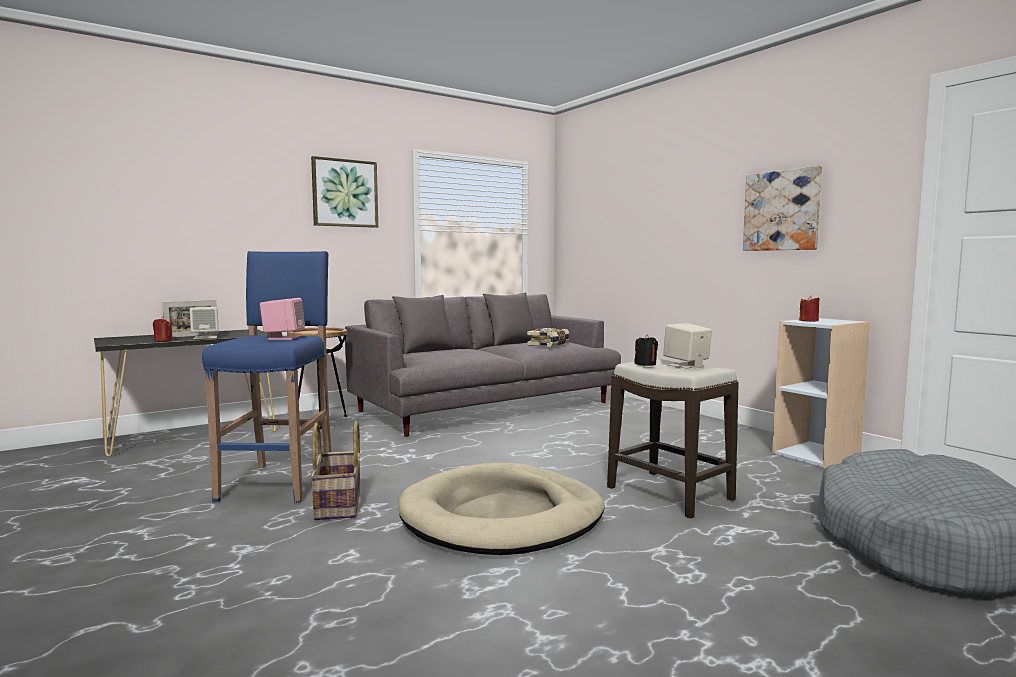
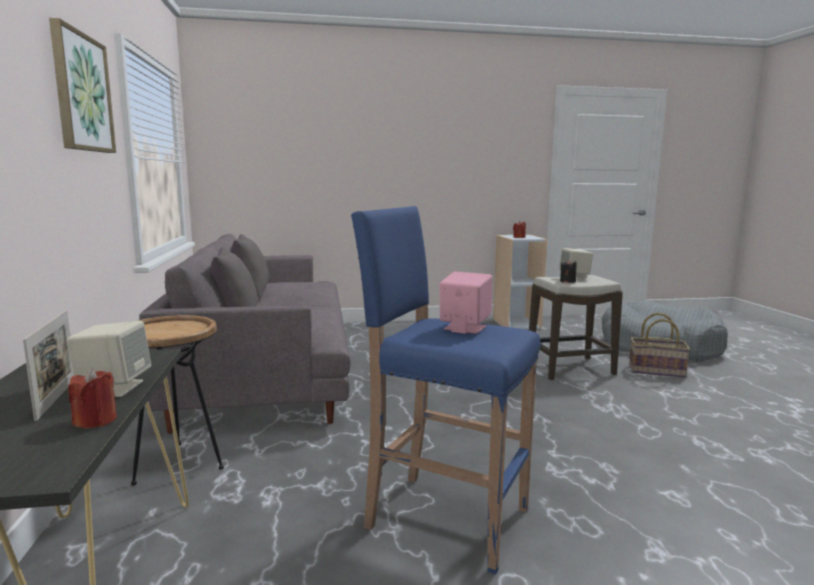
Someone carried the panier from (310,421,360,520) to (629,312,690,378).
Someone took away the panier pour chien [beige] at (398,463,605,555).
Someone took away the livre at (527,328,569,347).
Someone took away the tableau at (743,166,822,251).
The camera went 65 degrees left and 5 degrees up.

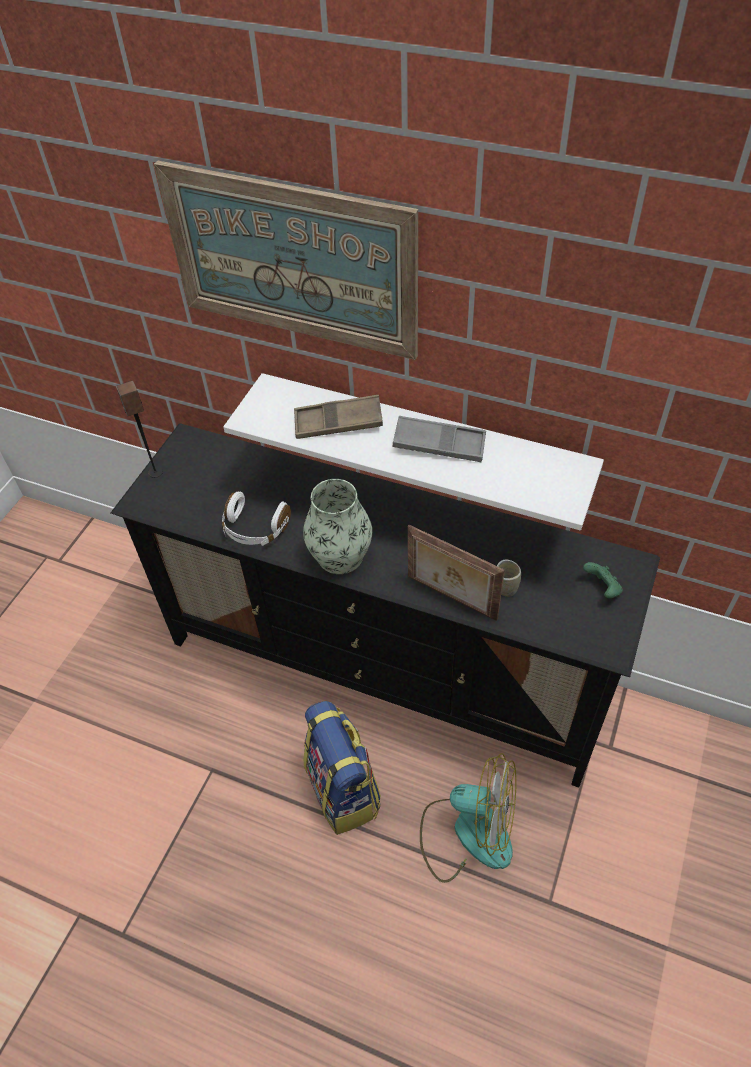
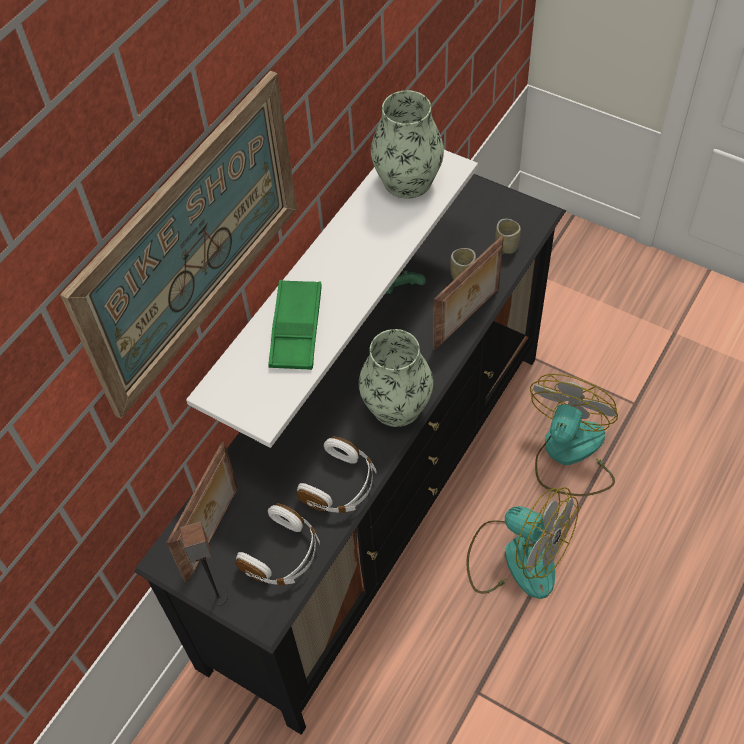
Someone put down the cadre photo at (167,441,238,582).
Someone put down the casque audio [blanc] at (235,503,320,585).
Someone repainted the plateau [marron] at (294,395,383,439), which became the plateau [vert] at (268,280,322,370).
Someone put down the vase at (371,90,444,199).
Someone carried the manette [vert] from (583,562,623,598) to (386,271,426,294).
Someone swapped the sac à dos at (303,701,381,835) for the ventilateur at (466,487,579,599).
Someone put down the tasse at (495,219,521,254).
Someone took away the plateau [gris] at (393,416,486,462).
The camera went 80 degrees left and 5 degrees up.

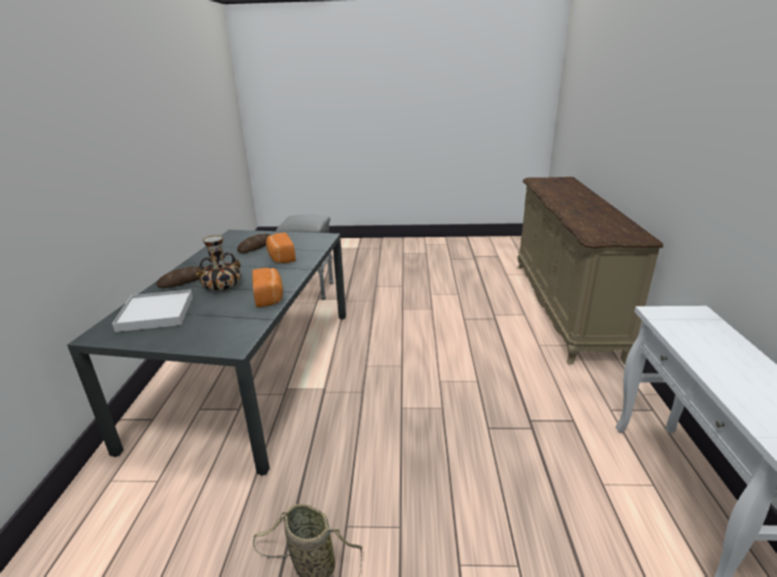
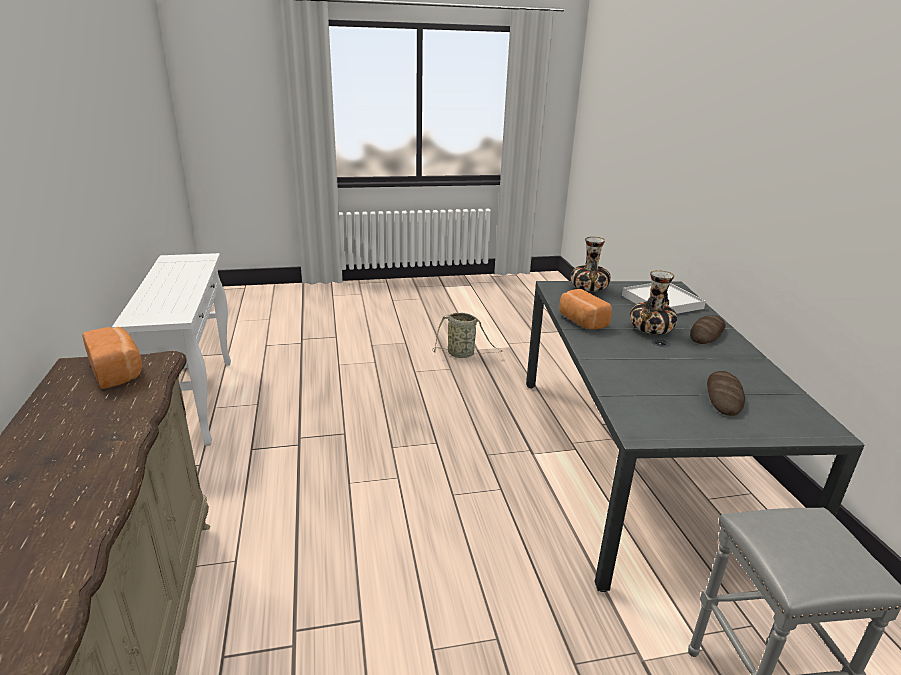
Someone carried the pain from (266,233,296,263) to (82,327,142,389).
Someone put down the vase at (571,237,611,292).
The camera went 165 degrees right and 0 degrees up.

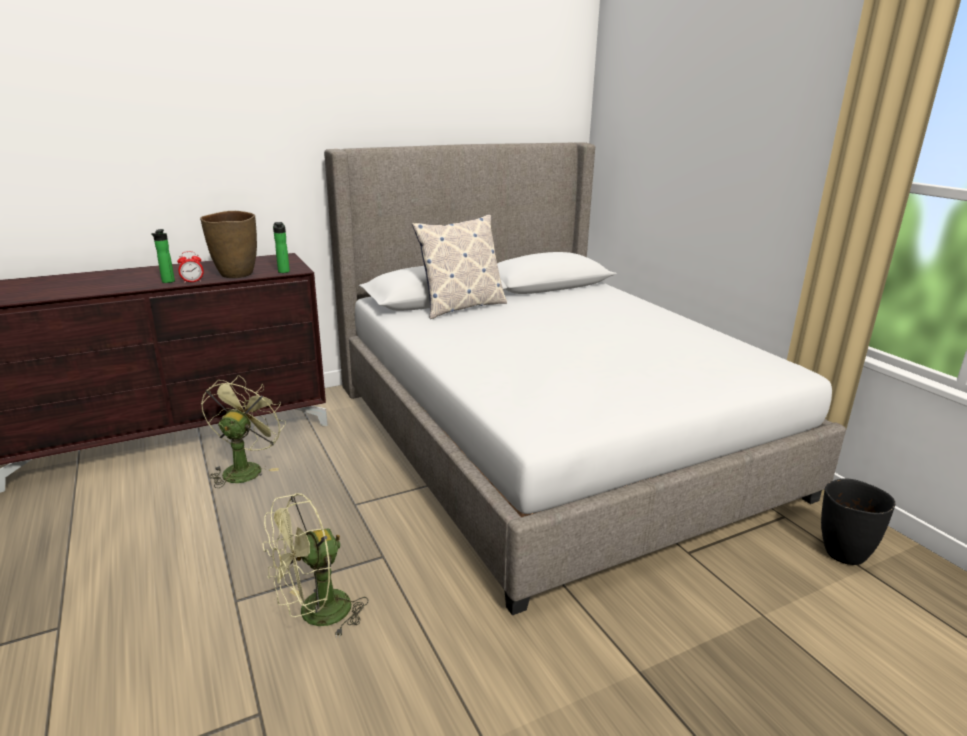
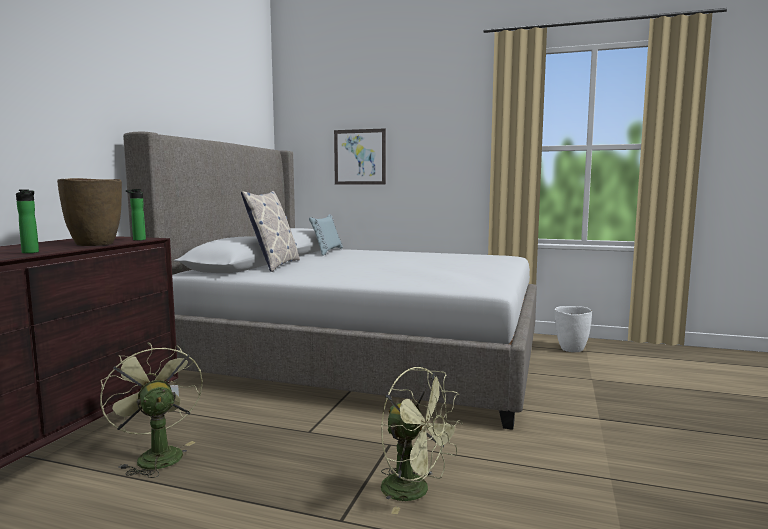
Someone put down the coussin [bleu] at (309,214,343,256).
Someone put up the tableau at (334,128,386,184).
Someone rotated the ventilateur [vert] at (262,493,369,638) by 60 degrees counterclockwise.
Someone repainted the vase [noir] at (821,478,896,565), which became the vase [blanc] at (555,306,592,352).
Someone took away the réveil at (177,251,204,283).
The camera went 45 degrees left and 15 degrees down.

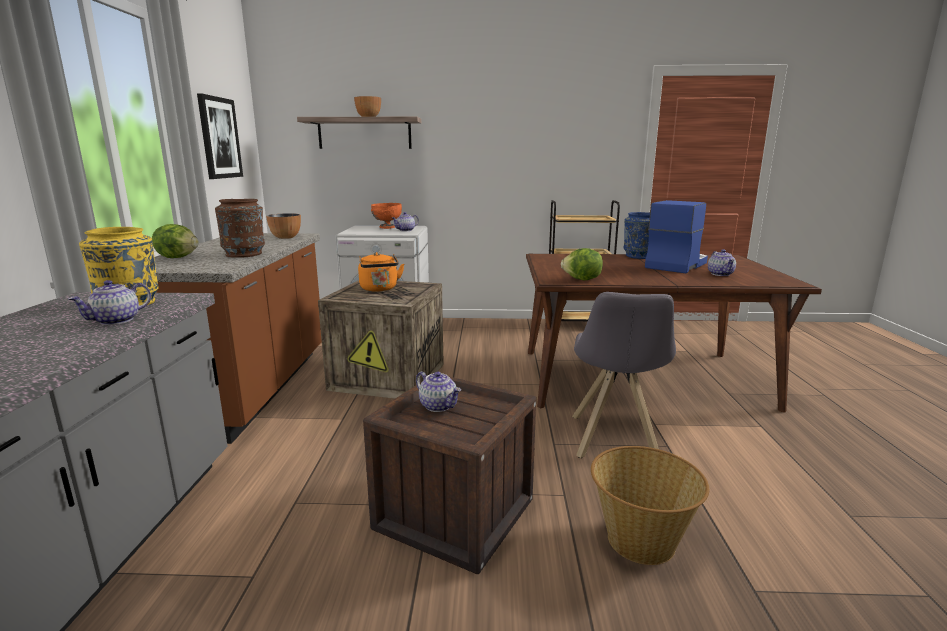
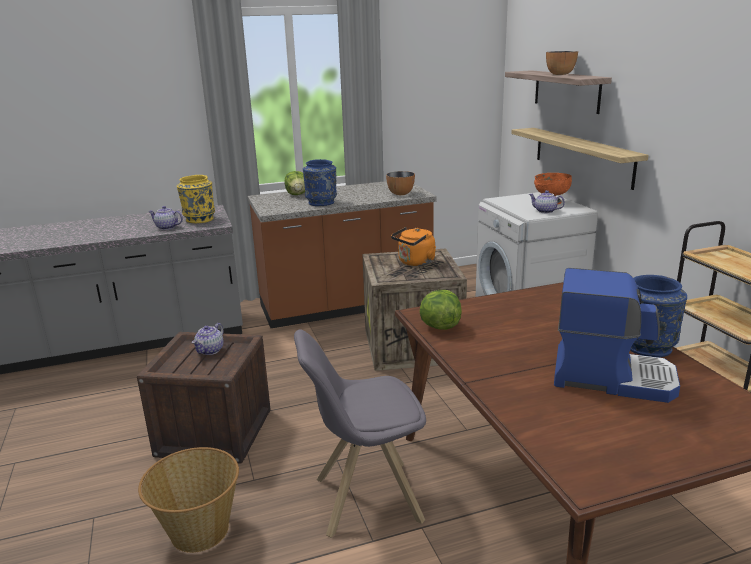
Someone repainted the vase [marron] at (215,199,265,258), which became the vase [bleu] at (303,159,337,206).
Someone put up the étagère at (511,128,649,190).
Someone took away the tableau at (197,93,243,179).
Someone took away the théière at (708,249,736,276).
The camera went 70 degrees right and 5 degrees up.

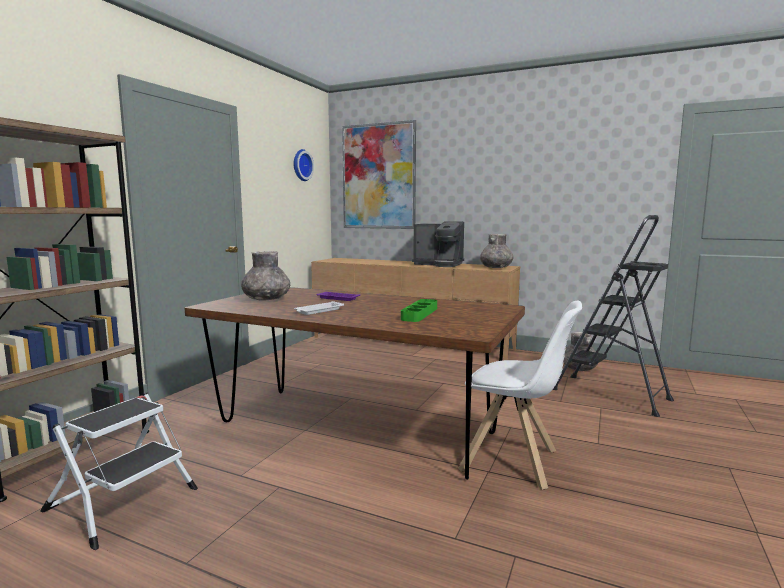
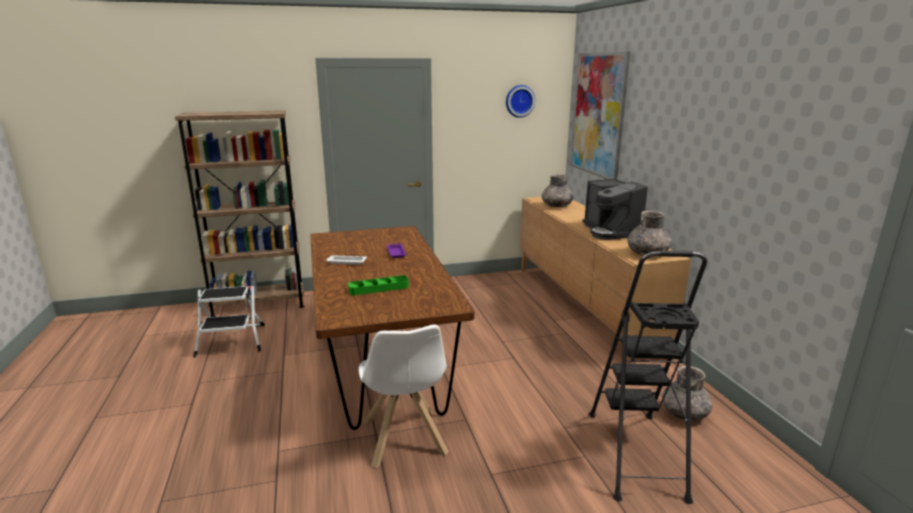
Someone carried the vase [gris] from (241,251,290,301) to (542,174,573,207).
The camera went 50 degrees right and 10 degrees up.

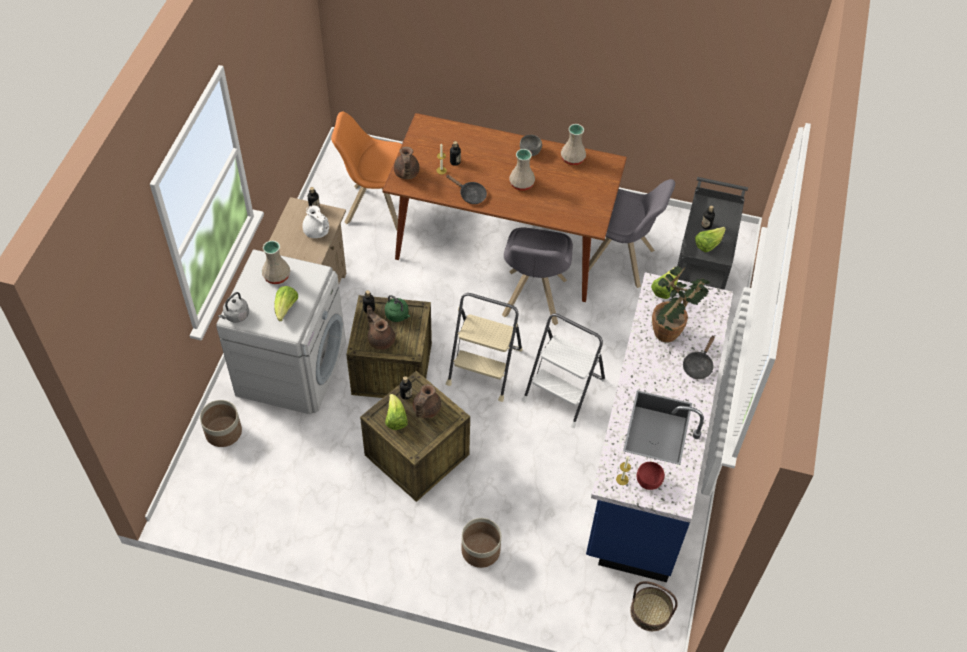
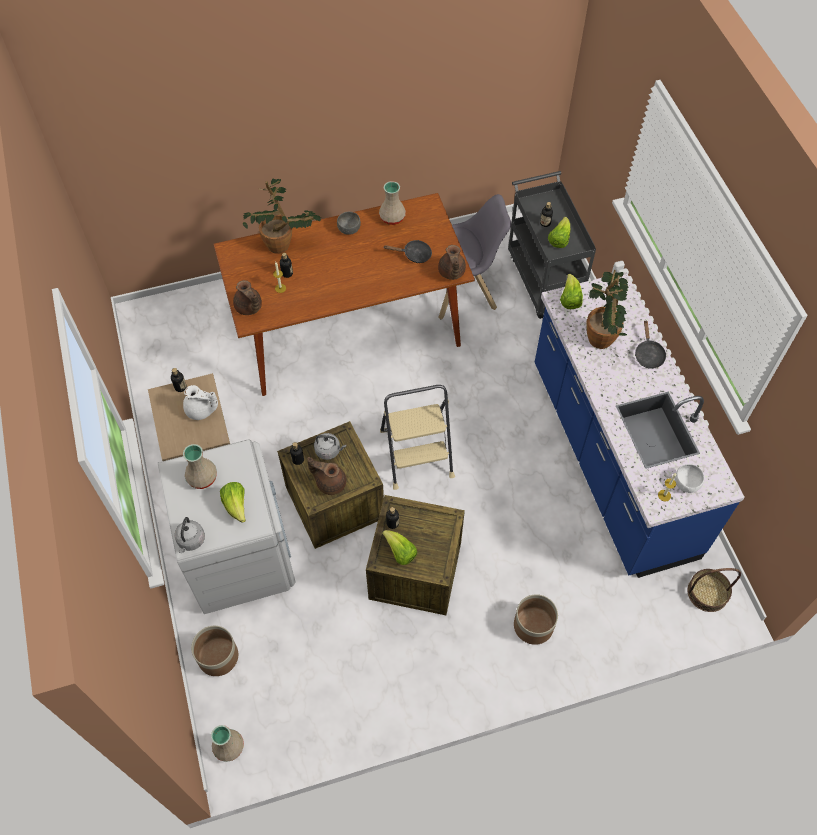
Someone carried the vase [beige] from (509,149,535,191) to (211,725,244,762).
Someone put down the plante en pot at (243,178,321,254).
Someone repainted the bouilloire [vert] at (385,295,410,322), which became the bouilloire [gris] at (314,433,346,460).
Someone carried the poêle [noir] from (446,175,487,204) to (384,240,432,263).
Someone carried the théière [marron] from (413,384,441,418) to (438,245,466,280).
Someone repainted the bol [rouge] at (637,462,665,490), which became the bol [blanc] at (675,464,704,493).
Someone took away the chaise [orange] at (331,111,402,230).
Someone took away the chaise [gris] at (502,228,573,325).
Someone took away the escabeau [blanc] at (521,313,606,428).
The camera went 30 degrees left and 5 degrees up.

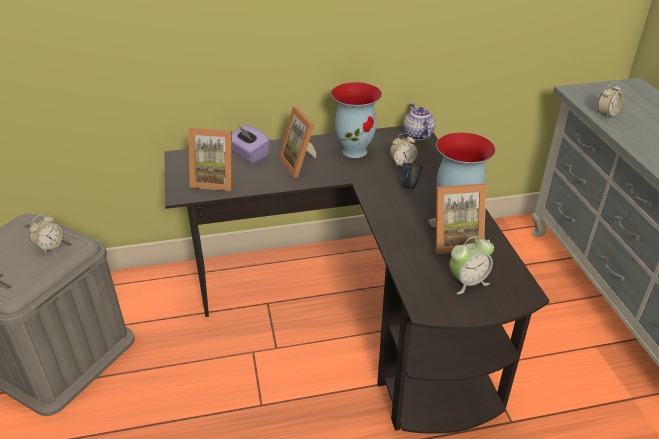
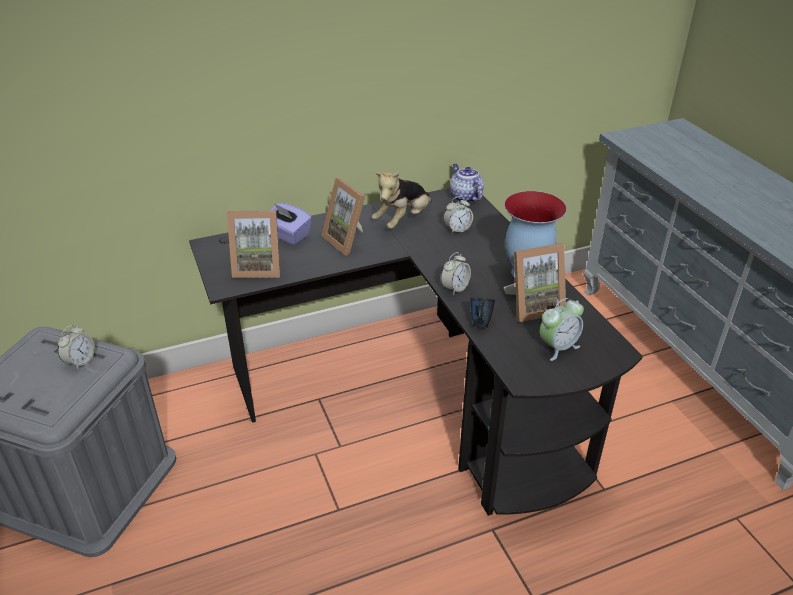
Someone swapped the vase at (331,82,382,158) for the peluche at (372,171,432,229).
Someone carried the réveil from (598,82,623,118) to (441,252,471,295).
Someone carried the mug [bleu] from (402,163,423,189) to (470,297,495,328).
The camera went 10 degrees left and 0 degrees up.

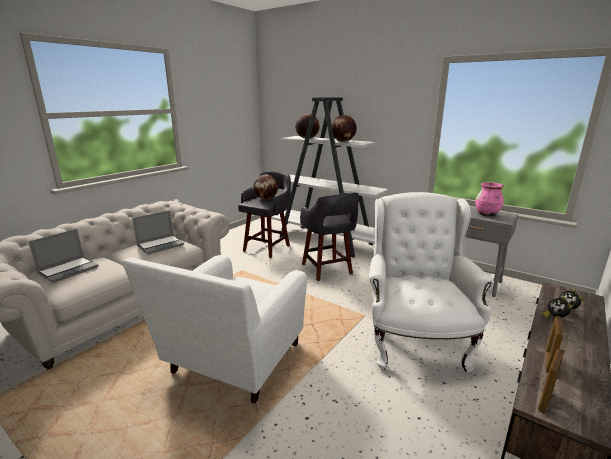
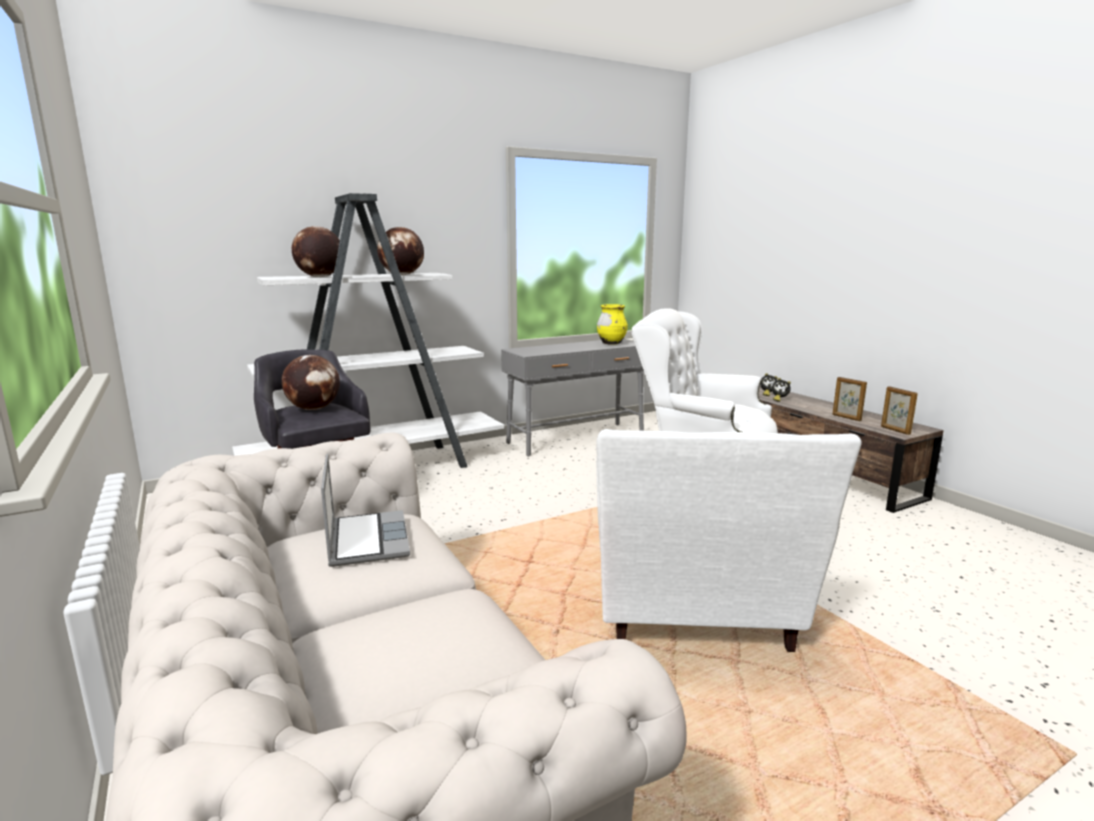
Someone rotated the fauteuil [blanc] at (122,255,307,404) by 45 degrees clockwise.
Someone repainted the vase [rose] at (475,182,504,217), which became the vase [jaune] at (597,304,628,345).
Someone took away the ordinateur portable at (29,229,99,283).
Someone took away the tabouret [gris] at (300,193,359,281).
The camera went 65 degrees left and 5 degrees down.

